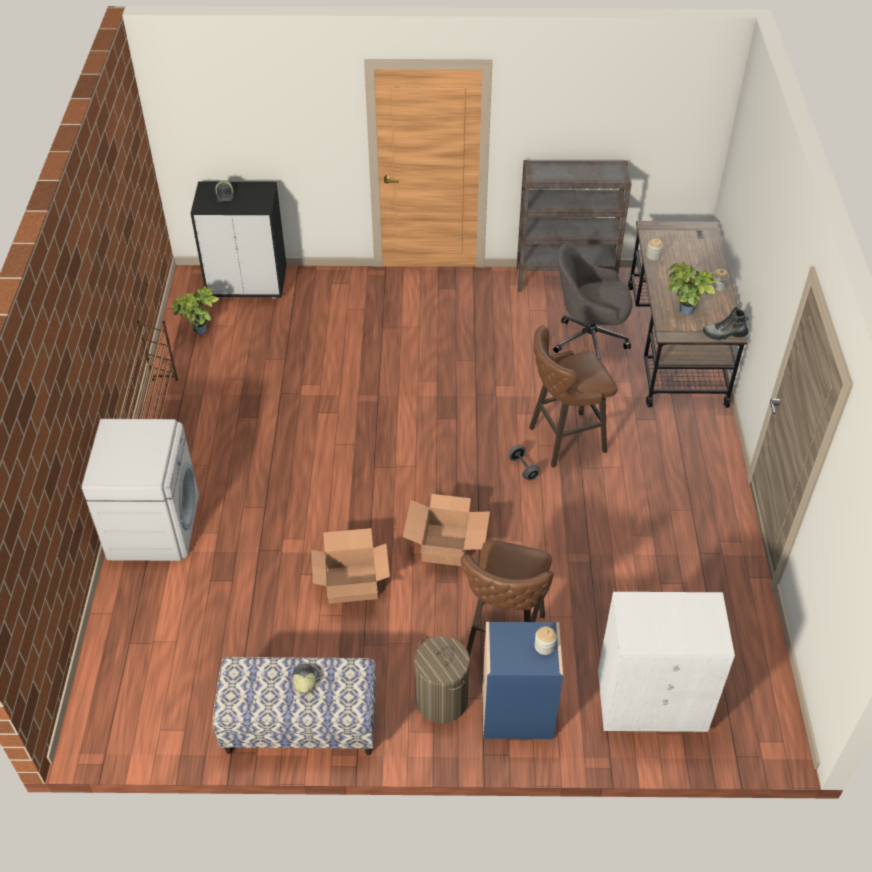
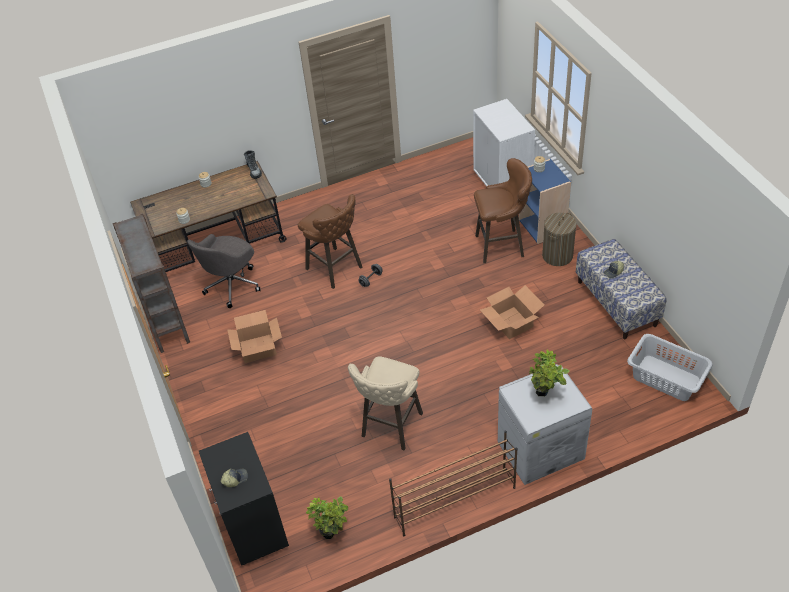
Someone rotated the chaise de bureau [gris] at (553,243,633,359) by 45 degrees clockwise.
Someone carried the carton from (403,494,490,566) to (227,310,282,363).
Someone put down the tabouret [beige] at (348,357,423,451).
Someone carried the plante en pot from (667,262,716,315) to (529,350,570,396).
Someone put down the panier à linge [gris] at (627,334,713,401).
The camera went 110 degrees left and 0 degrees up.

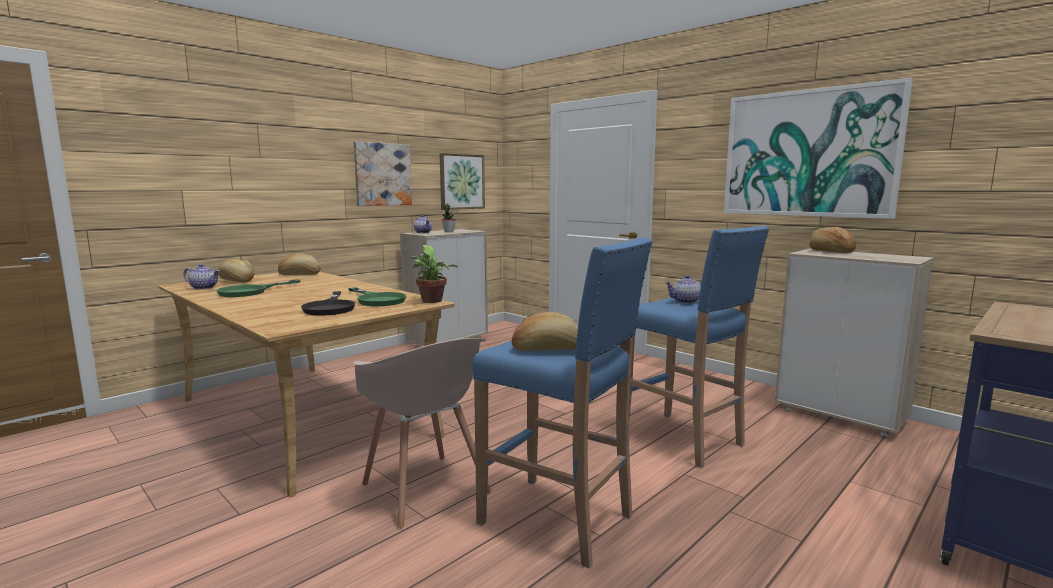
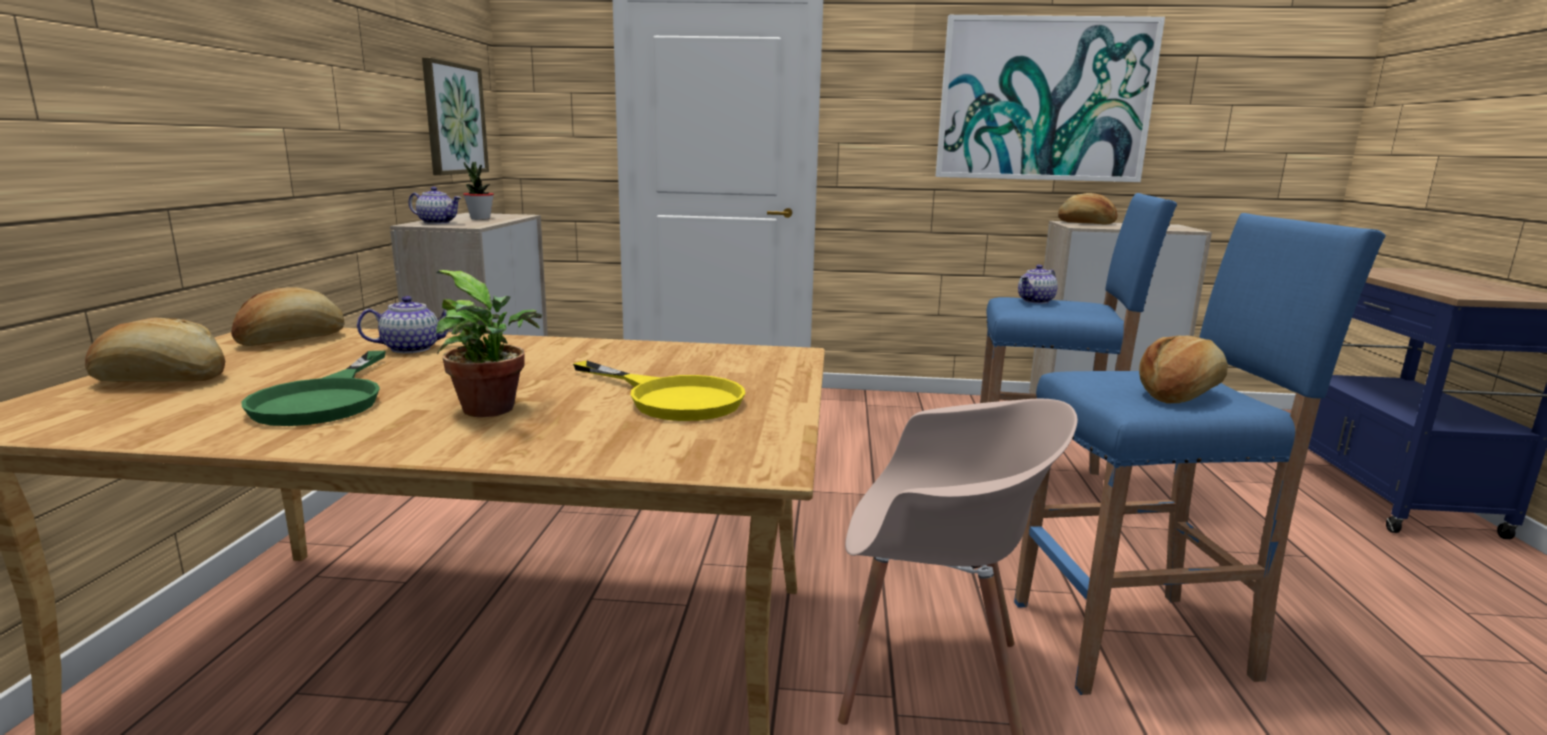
Someone carried the théière from (184,264,220,290) to (357,296,448,353).
Someone carried the plante en pot from (411,245,458,303) to (436,270,542,417).
Someone repainted the poêle [noir] at (301,291,355,316), which became the poêle [jaune] at (573,361,745,421).
Someone took away the poêle [vert] at (348,287,406,306).
Someone took away the tableau at (354,141,412,206).
The camera went 40 degrees left and 5 degrees up.

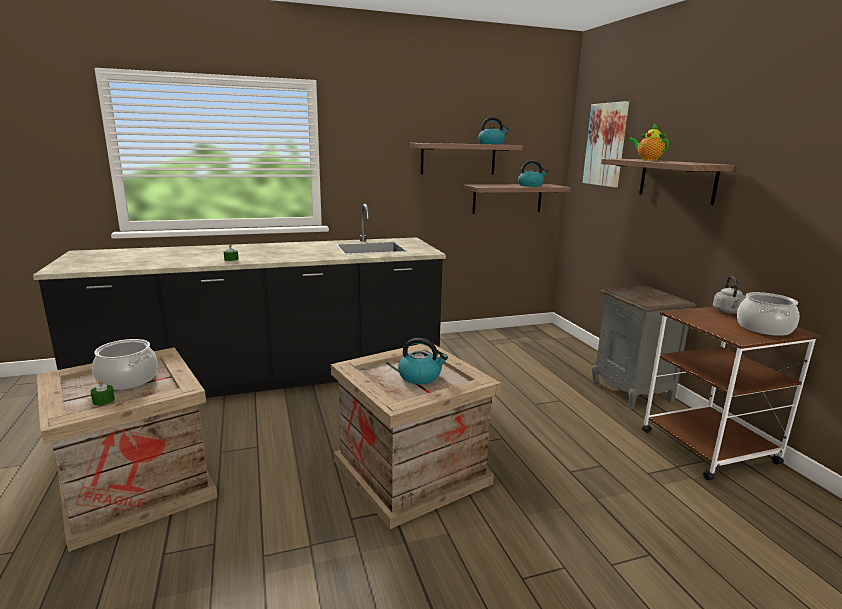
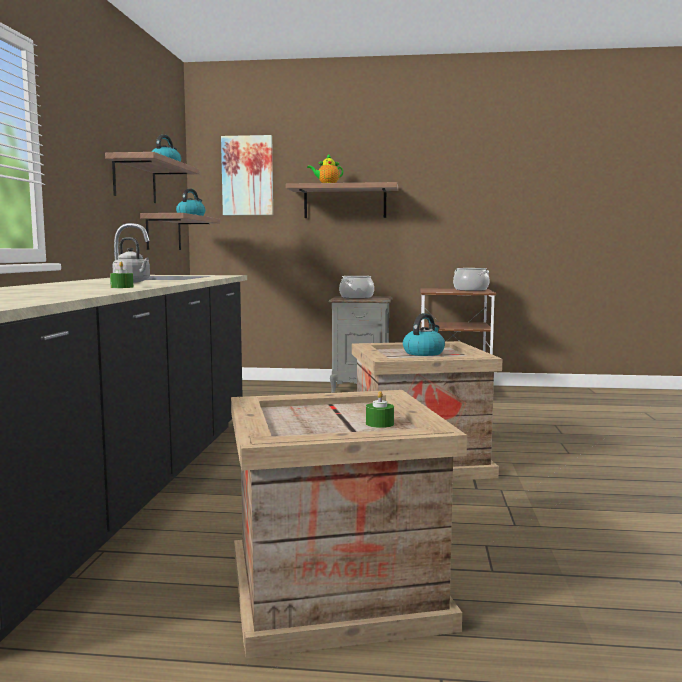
Someone carried the bouilloire [gris] from (713,276,746,314) to (112,237,150,282).
Someone carried the marmite from (92,339,158,390) to (339,276,374,299).
The camera went 65 degrees left and 10 degrees down.

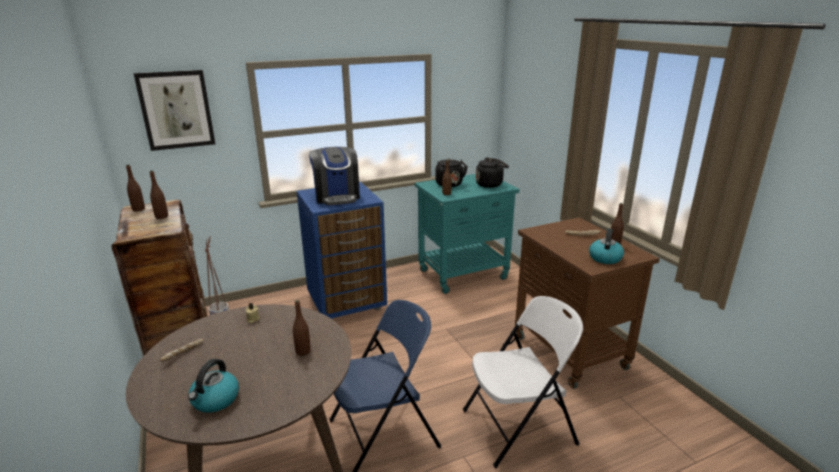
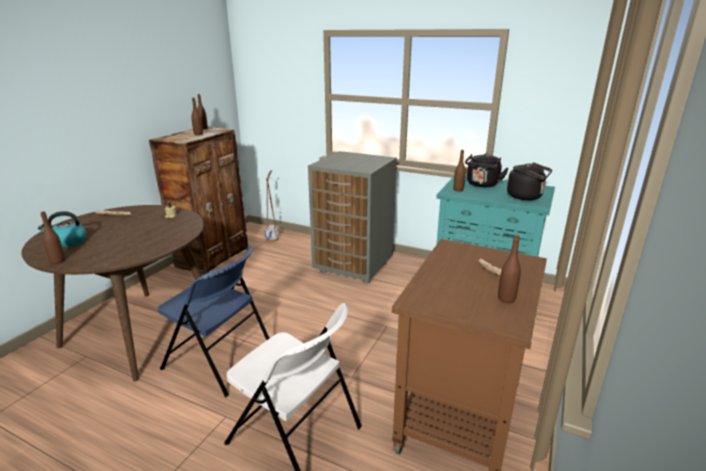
Someone carried the bouteille [marron] from (293,300,311,356) to (41,212,65,264).
Someone repainted the commode [bleu] at (297,182,387,319), which became the commode [gris] at (308,151,397,283).
Someone took away the tableau at (134,70,215,151).
Someone took away the machine à café at (309,147,360,206).
Someone took away the bouilloire at (589,228,624,264).
The camera went 50 degrees right and 0 degrees up.

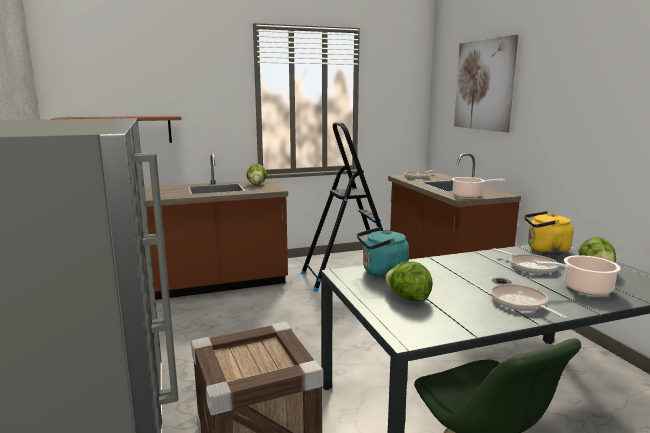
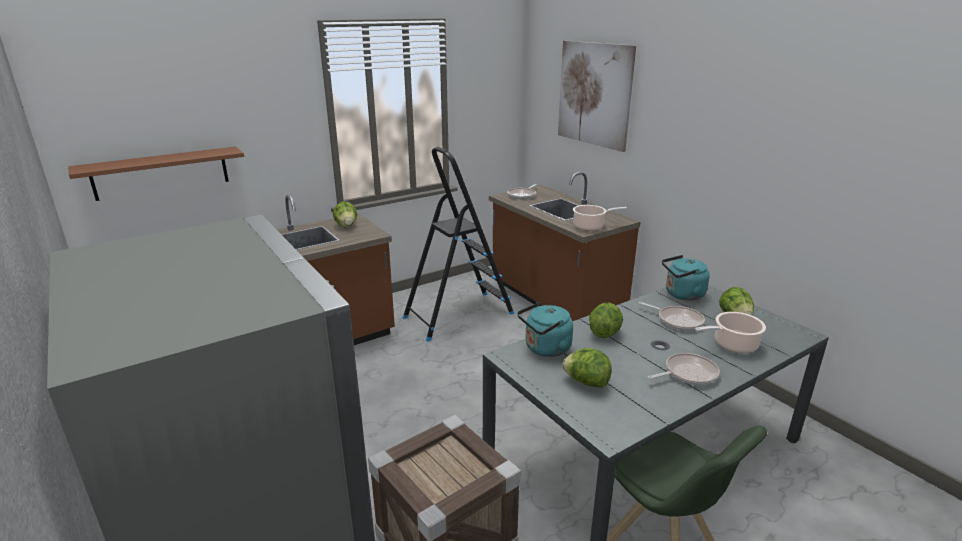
Someone put down the laitue at (589,303,623,338).
Someone rotated the poêle at (490,284,567,319) by 105 degrees clockwise.
Someone repainted the bouilloire [jaune] at (524,211,573,255), which became the bouilloire [turquoise] at (662,255,710,301).
The camera went 15 degrees left and 10 degrees up.

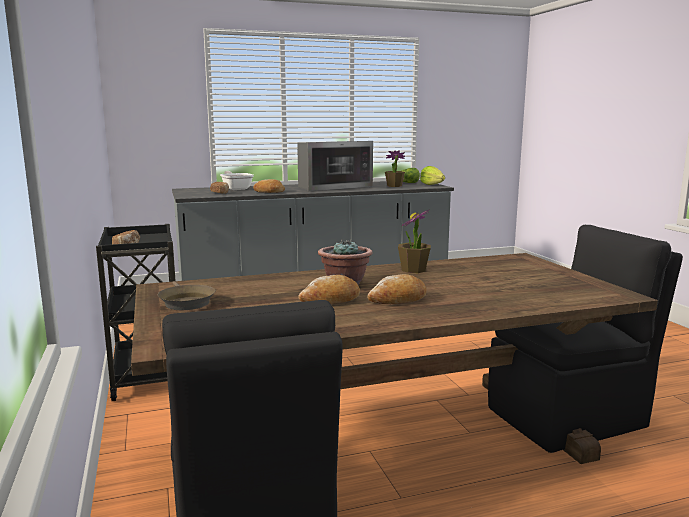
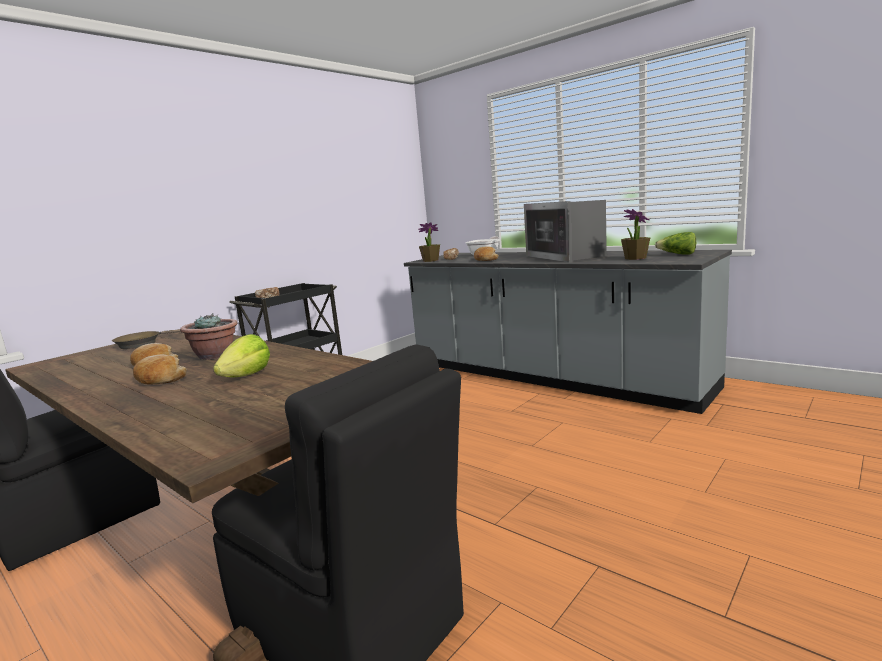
Someone carried the laitue from (420,166,445,185) to (213,334,270,378).
Someone carried the plante en pot from (398,210,431,273) to (418,222,440,262).
Someone rotated the micro-ondes at (297,141,373,191) by 45 degrees clockwise.
The camera went 60 degrees right and 0 degrees up.

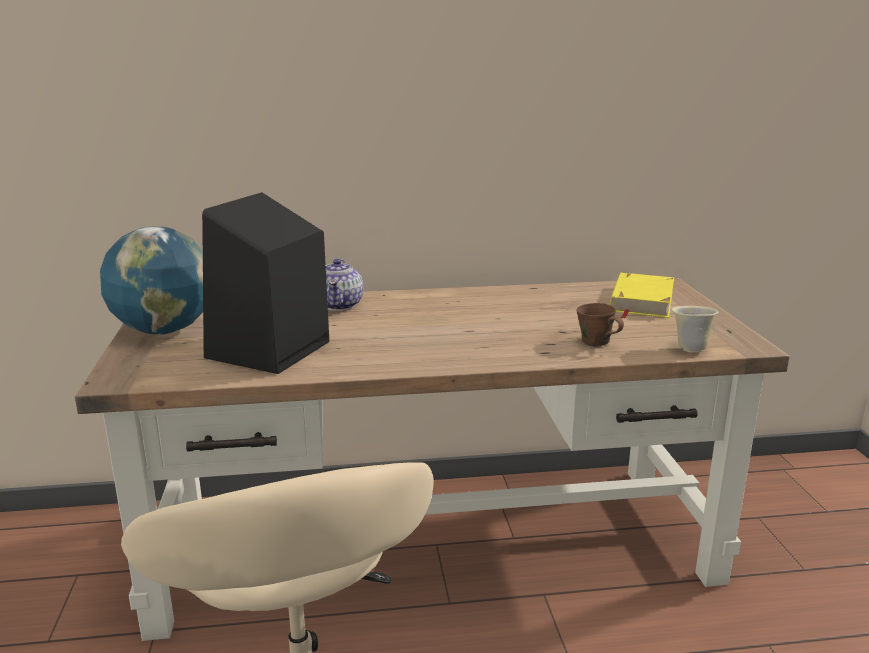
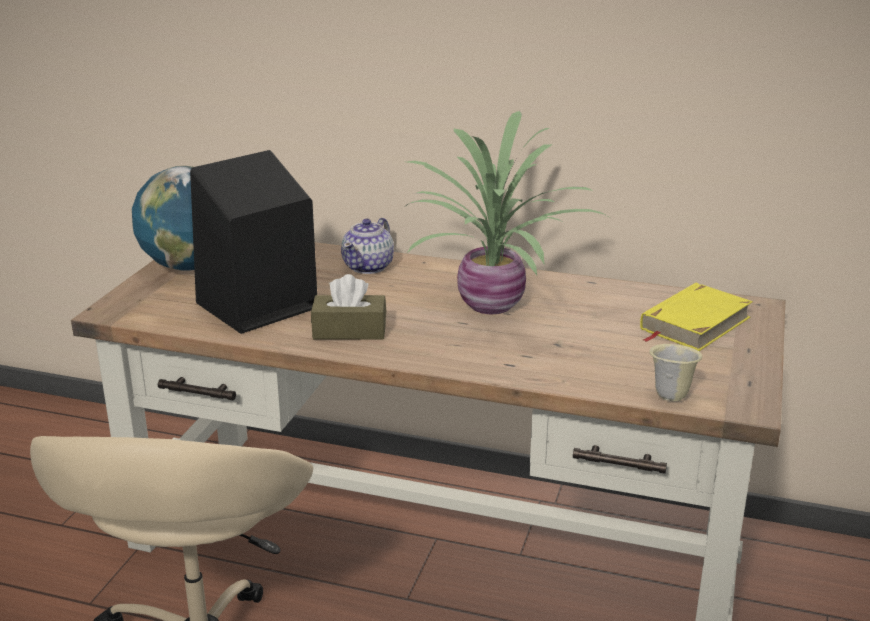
Someone put down the boîte à mouchoirs [marron] at (311,274,386,340).
Someone put down the plante en pot at (403,111,607,314).
Someone took away the mug [marron] at (576,303,624,347).
The camera went 25 degrees right and 5 degrees up.

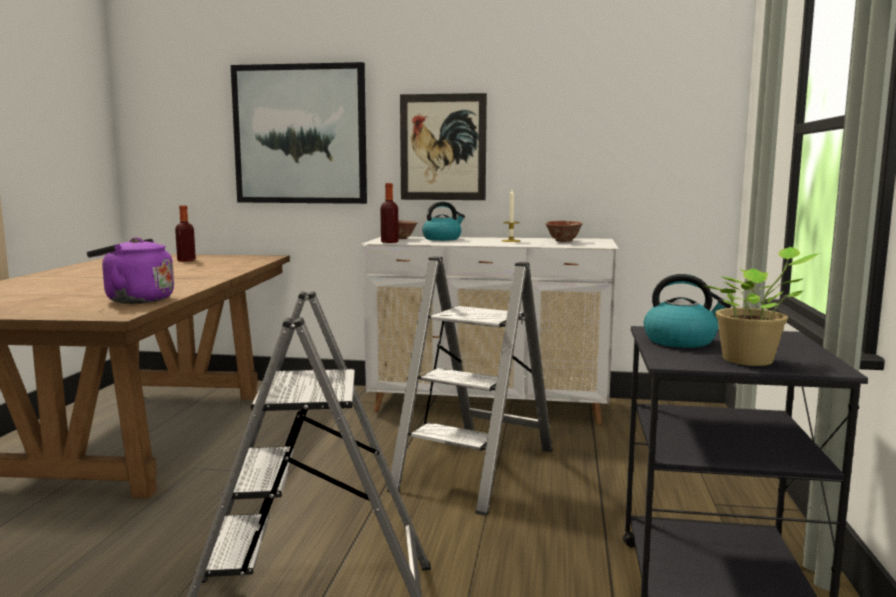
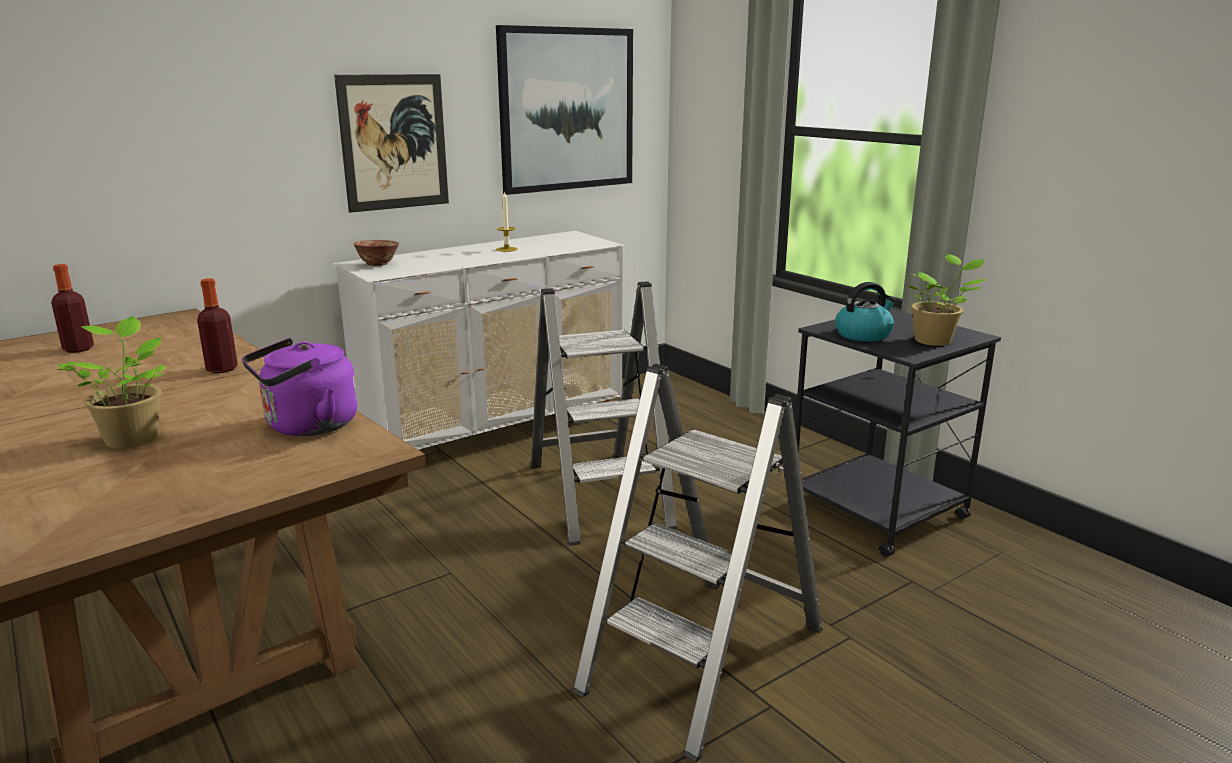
Someone put down the plante en pot at (57,316,166,449).
Someone carried the bouteille from (380,183,399,243) to (197,278,238,373).
Someone carried the tableau from (231,62,367,204) to (496,25,633,195).
Someone took away the bouilloire at (422,201,465,241).
Someone took away the bol at (545,221,583,242).
The camera went 45 degrees left and 10 degrees up.

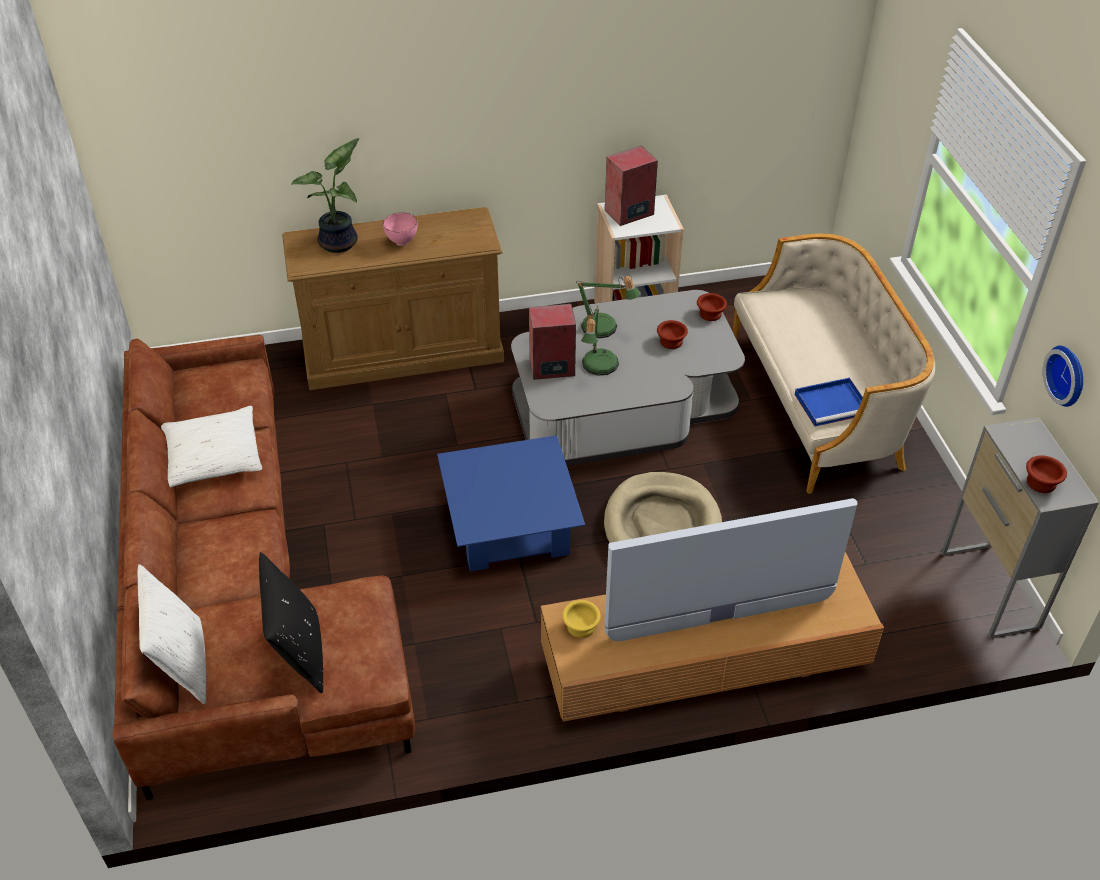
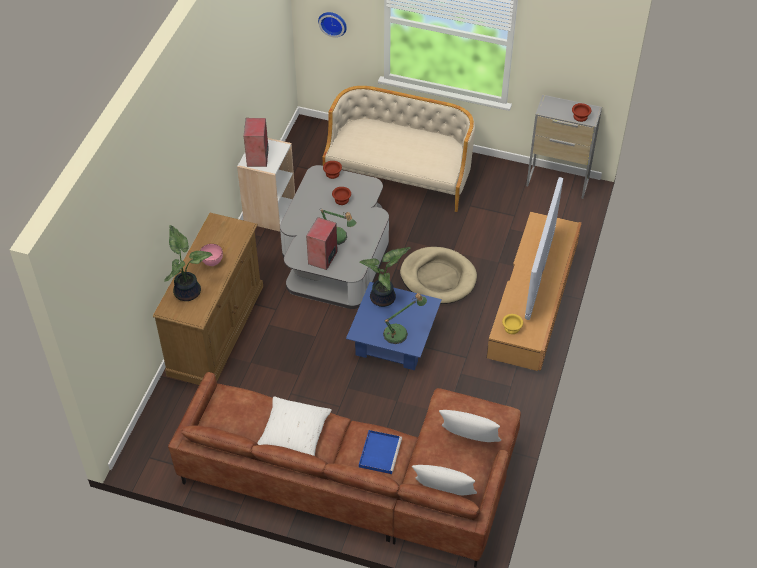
Someone carried the horloge murale from (1043,346,1083,407) to (318,12,347,37).
Someone put down the plante en pot at (359,247,411,307).
Someone carried the plateau [bleu] from (795,378,863,427) to (359,430,402,474).
Someone carried the lampe de table from (578,276,641,338) to (383,293,427,344).
Someone repainted the coussin [noir] at (259,552,323,693), which became the coussin [blanc] at (439,410,501,442).
The camera went 60 degrees left and 5 degrees up.

